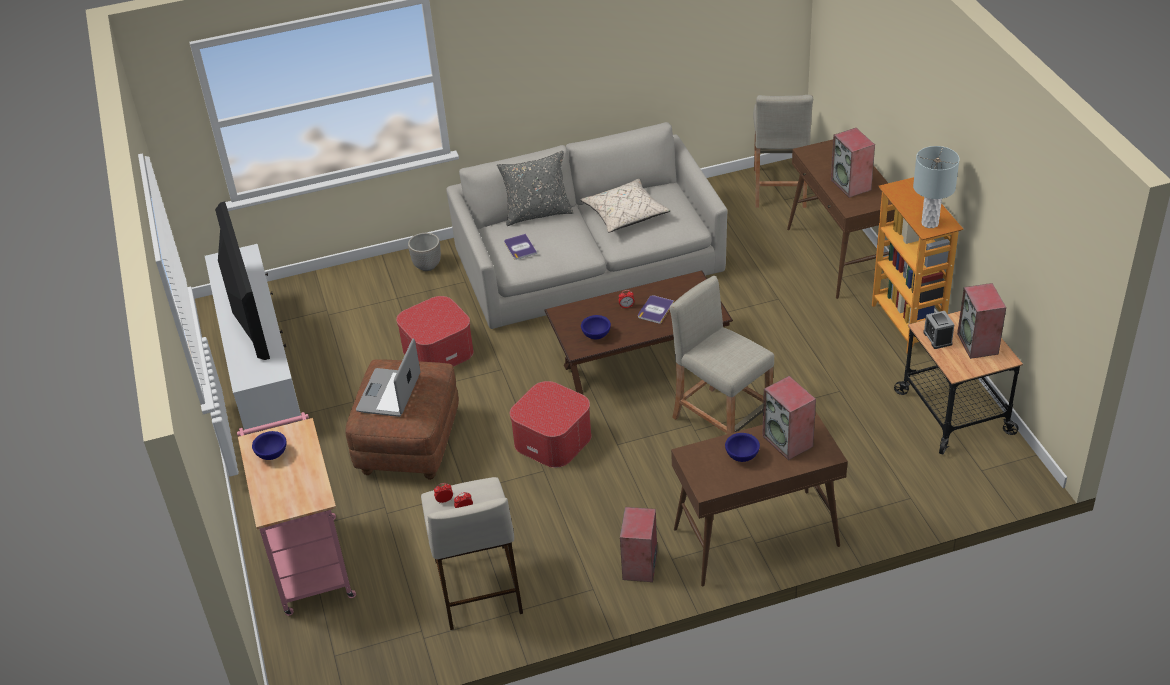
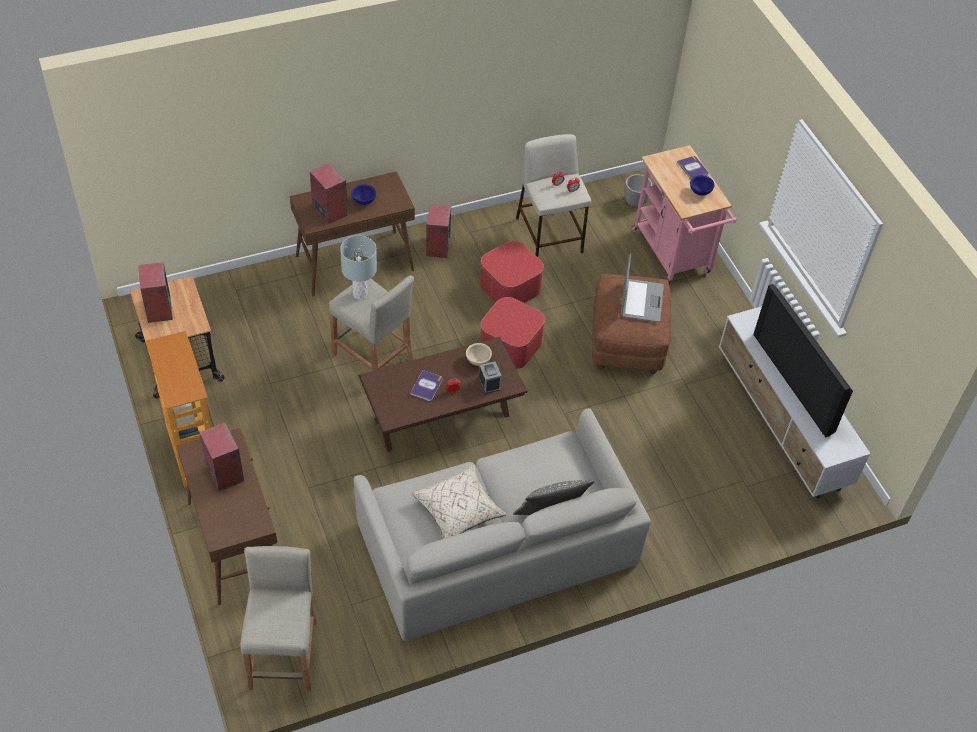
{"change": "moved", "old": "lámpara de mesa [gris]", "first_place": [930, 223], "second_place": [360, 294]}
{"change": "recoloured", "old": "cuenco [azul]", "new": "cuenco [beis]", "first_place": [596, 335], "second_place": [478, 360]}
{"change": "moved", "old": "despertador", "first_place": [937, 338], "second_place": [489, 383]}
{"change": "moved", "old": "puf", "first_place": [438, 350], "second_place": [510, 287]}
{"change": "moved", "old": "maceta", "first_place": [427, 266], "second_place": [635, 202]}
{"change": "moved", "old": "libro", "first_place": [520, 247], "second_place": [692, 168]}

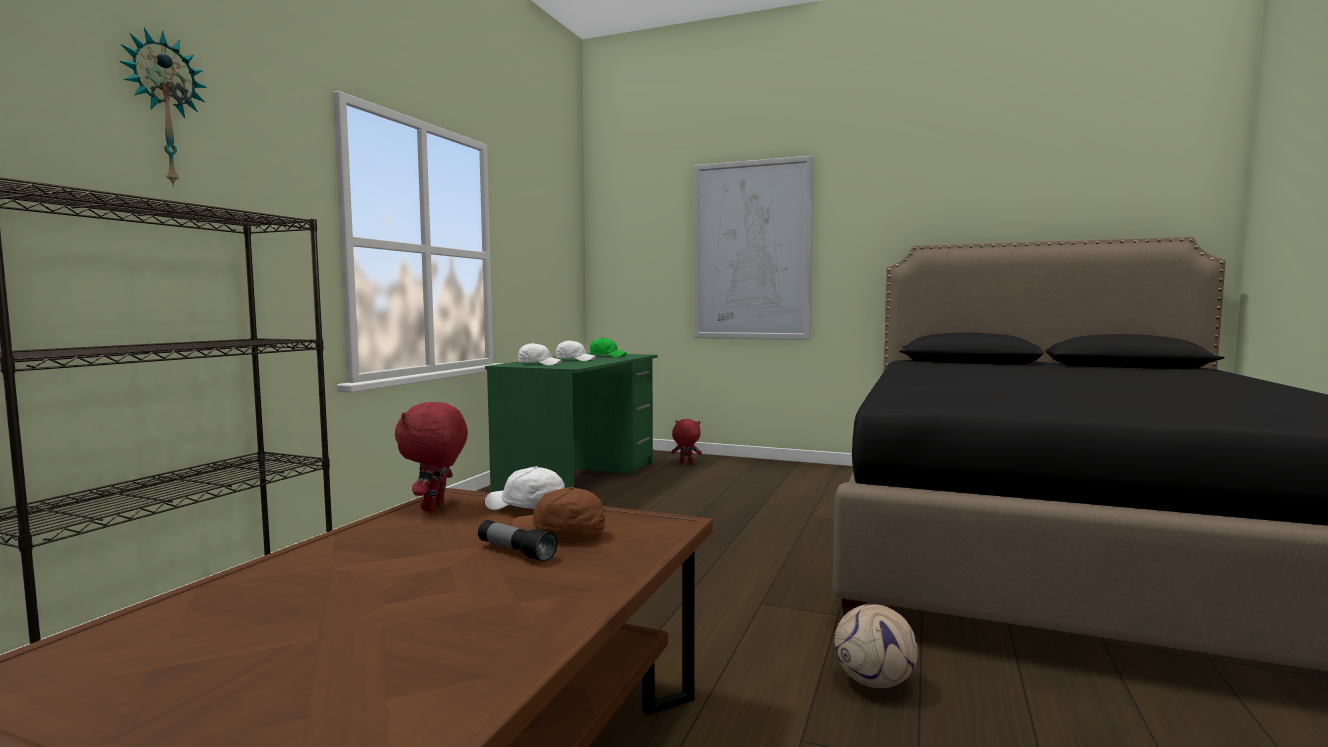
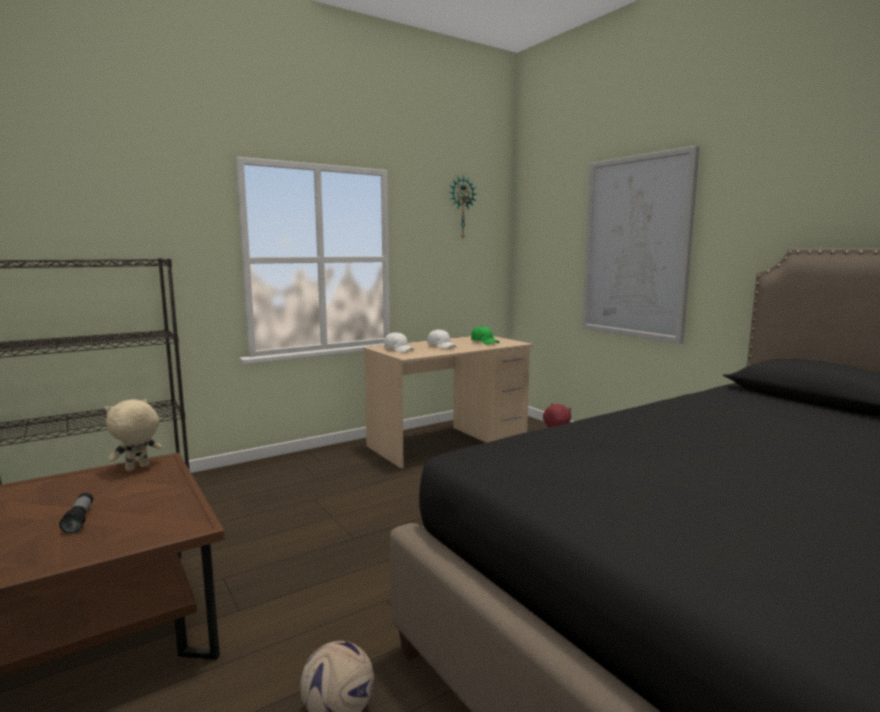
{"change": "recoloured", "old": "peluche [rojo]", "new": "peluche [beis]", "first_place": [435, 507], "second_place": [137, 468]}
{"change": "recoloured", "old": "escritorio [verde]", "new": "escritorio [beis]", "first_place": [580, 480], "second_place": [448, 442]}
{"change": "moved", "old": "reloj de pared", "first_place": [163, 110], "second_place": [461, 207]}
{"change": "removed", "old": "gorra [blanco]", "first_place": [526, 508]}
{"change": "removed", "old": "gorra [marrón]", "first_place": [560, 534]}

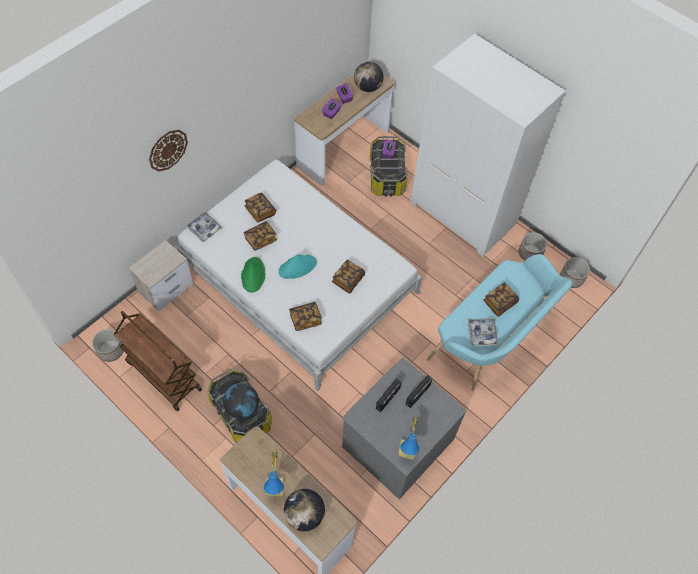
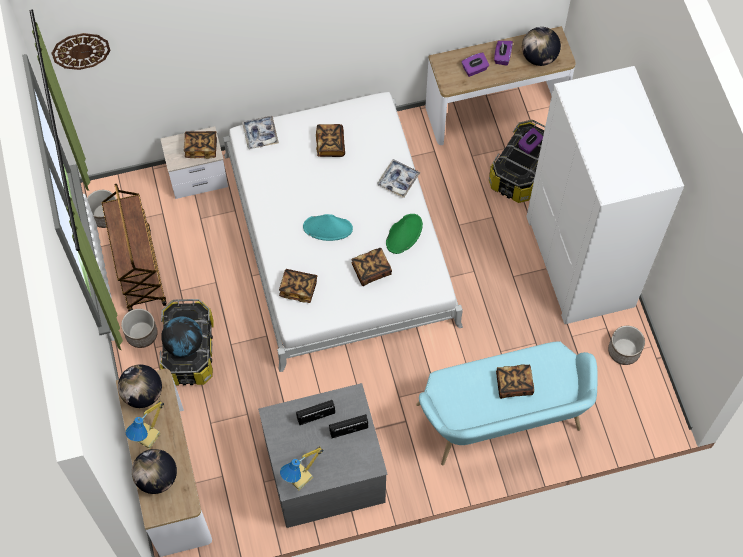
{"change": "moved", "old": "reloj de pared", "first_place": [168, 150], "second_place": [80, 50]}
{"change": "added", "new": "globo terráqueo", "second_place": [143, 394]}
{"change": "moved", "old": "maceta", "first_place": [571, 278], "second_place": [141, 334]}
{"change": "moved", "old": "libro", "first_place": [260, 239], "second_place": [201, 148]}
{"change": "moved", "old": "bandeja", "first_place": [481, 333], "second_place": [398, 180]}
{"change": "moved", "old": "sombrero [verde]", "first_place": [253, 275], "second_place": [404, 234]}

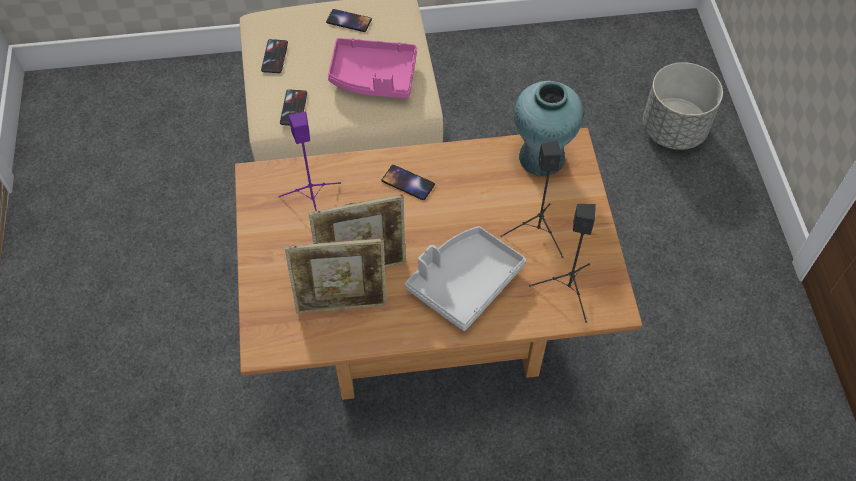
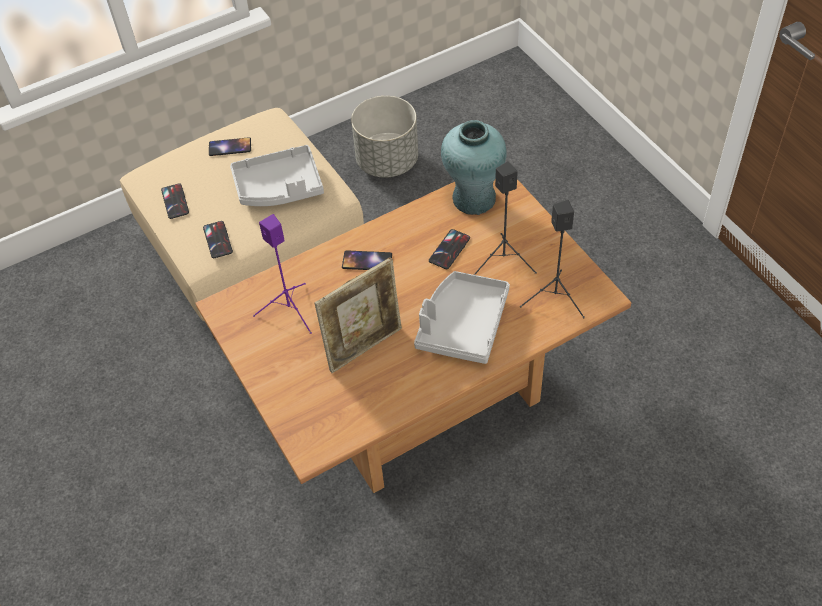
{"change": "recoloured", "old": "bandeja [rosa]", "new": "bandeja [gris]", "first_place": [373, 77], "second_place": [279, 187]}
{"change": "moved", "old": "maceta [gris]", "first_place": [674, 130], "second_place": [388, 161]}
{"change": "added", "new": "móvil", "second_place": [449, 249]}
{"change": "removed", "old": "portarretratos", "first_place": [342, 304]}

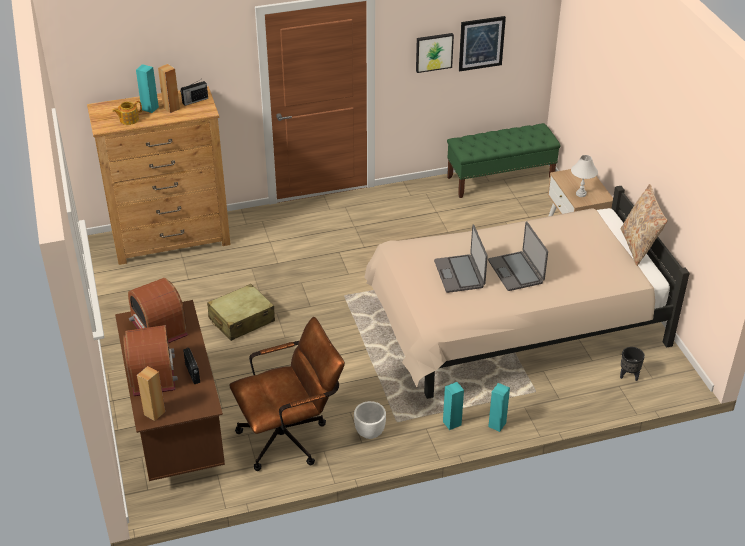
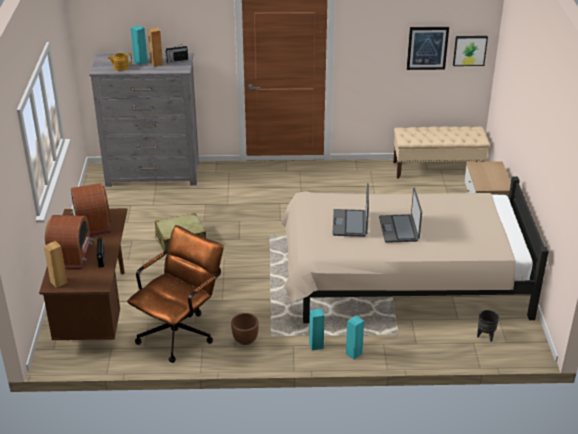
{"change": "recoloured", "old": "cómoda [marrón]", "new": "cómoda [gris]", "first_place": [171, 238], "second_place": [153, 174]}
{"change": "turned", "old": "silla de oficina [marrón]", "first_place": [290, 437], "second_place": [180, 331], "degrees": -45}
{"change": "recoloured", "old": "maceta [blanco]", "new": "maceta [marrón]", "first_place": [369, 433], "second_place": [245, 340]}
{"change": "recoloured", "old": "banco [verde]", "new": "banco [beis]", "first_place": [500, 179], "second_place": [438, 169]}
{"change": "moved", "old": "cuadro", "first_place": [434, 52], "second_place": [469, 50]}
{"change": "removed", "old": "lámpara de mesa [blanco]", "first_place": [581, 194]}
{"change": "removed", "old": "cojín [beis]", "first_place": [639, 247]}

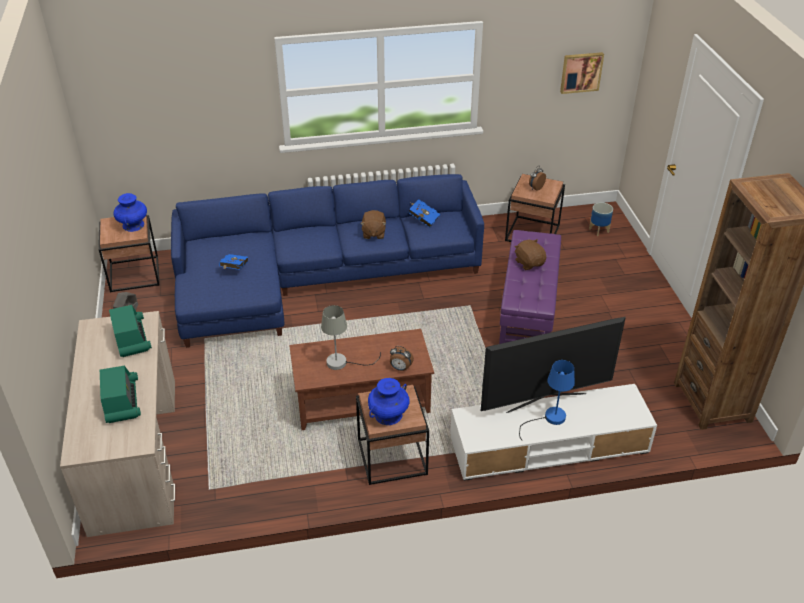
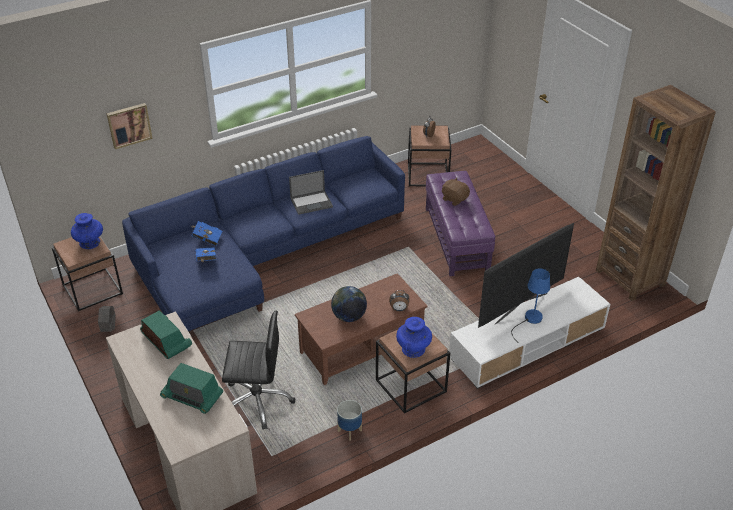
{"change": "moved", "old": "cuadro", "first_place": [581, 72], "second_place": [129, 125]}
{"change": "turned", "old": "radio", "first_place": [122, 402], "second_place": [192, 396], "degrees": 150}
{"change": "moved", "old": "libro [azul]", "first_place": [423, 219], "second_place": [206, 239]}
{"change": "added", "new": "silla de oficina [negro]", "second_place": [257, 401]}
{"change": "replaced", "old": "peluche [marrón]", "new": "portátil", "first_place": [373, 233], "second_place": [312, 202]}
{"change": "replaced", "old": "lámpara de mesa [gris]", "new": "globo terráqueo", "first_place": [343, 362], "second_place": [349, 317]}
{"change": "moved", "old": "maceta", "first_place": [598, 230], "second_place": [349, 431]}

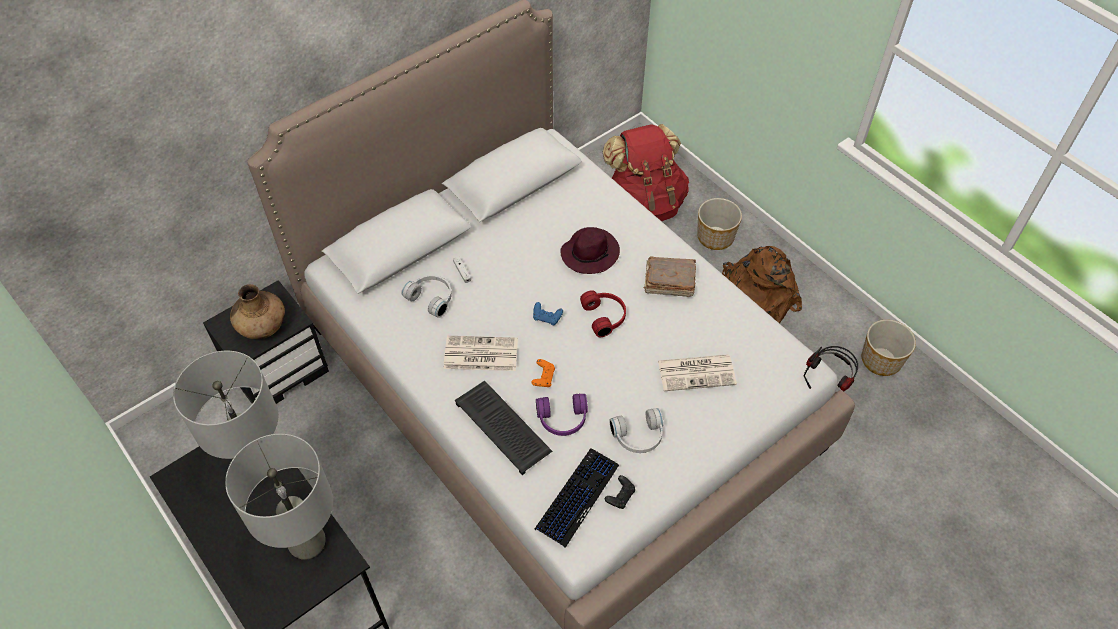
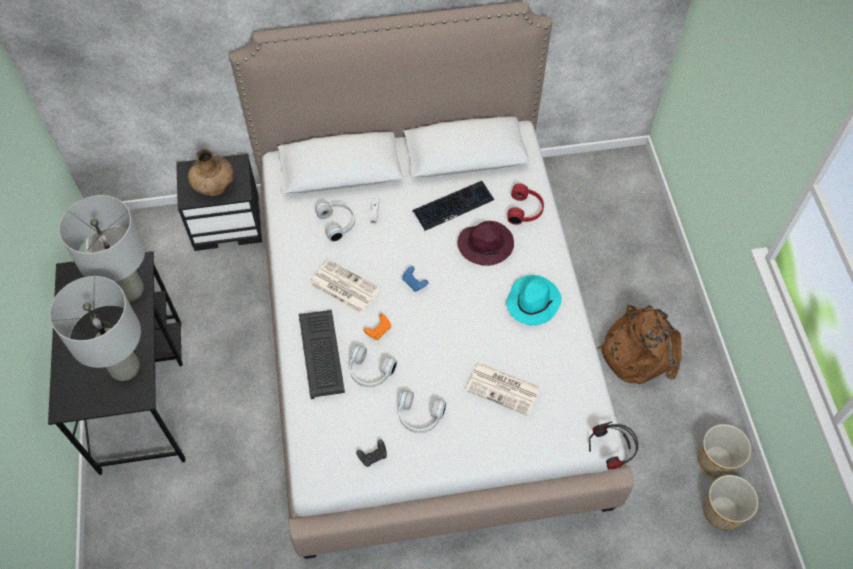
{"change": "recoloured", "old": "auriculares [morado]", "new": "auriculares [blanco]", "first_place": [562, 420], "second_place": [369, 372]}
{"change": "moved", "old": "teclado", "first_place": [577, 497], "second_place": [453, 206]}
{"change": "replaced", "old": "libro [marrón]", "new": "sombrero [turquesa]", "first_place": [668, 283], "second_place": [533, 301]}
{"change": "moved", "old": "auriculares [rojo]", "first_place": [605, 316], "second_place": [525, 210]}
{"change": "moved", "old": "maceta", "first_place": [715, 236], "second_place": [723, 510]}
{"change": "removed", "old": "mochila [rojo]", "first_place": [644, 204]}

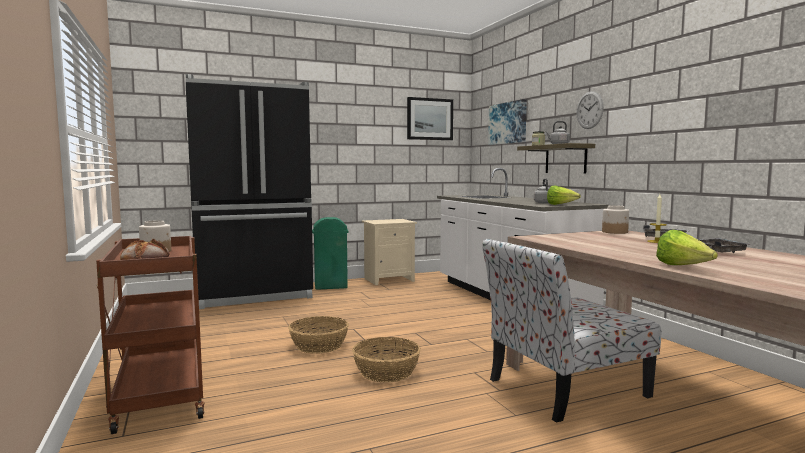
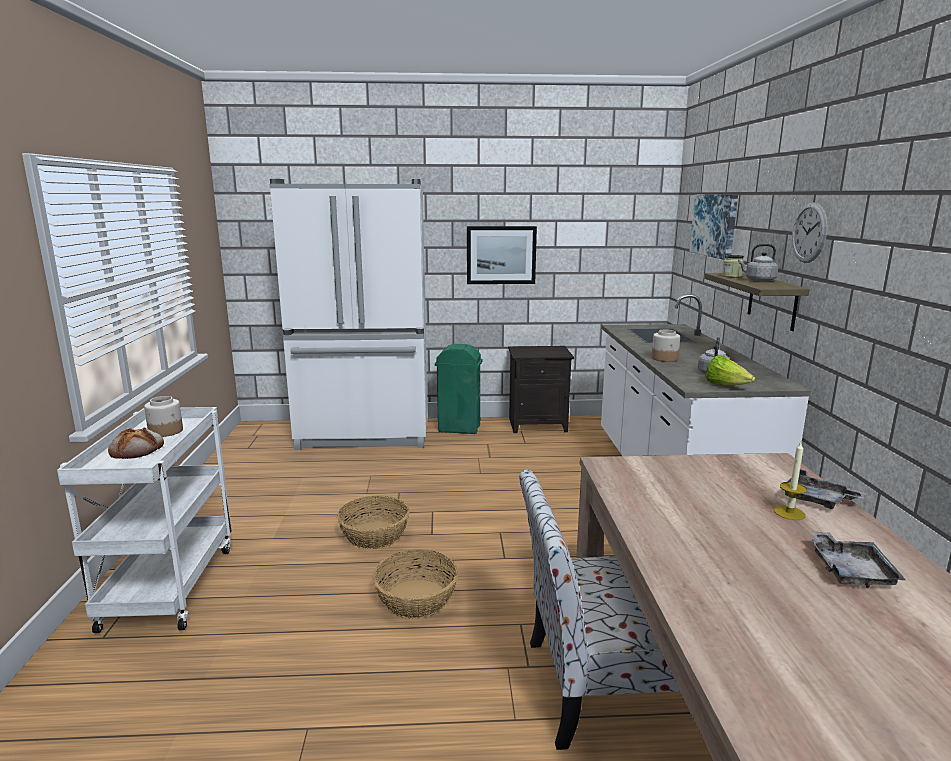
{"change": "recoloured", "old": "carrito [marrón]", "new": "carrito [blanco]", "first_place": [159, 396], "second_place": [169, 585]}
{"change": "recoloured", "old": "nevera [negro]", "new": "nevera [blanco]", "first_place": [254, 296], "second_place": [364, 435]}
{"change": "moved", "old": "cuadro", "first_place": [429, 119], "second_place": [501, 255]}
{"change": "recoloured", "old": "mesita de noche [beis]", "new": "mesita de noche [negro]", "first_place": [389, 279], "second_place": [538, 424]}
{"change": "moved", "old": "tarro", "first_place": [615, 232], "second_place": [665, 358]}
{"change": "removed", "old": "lechuga", "first_place": [682, 267]}

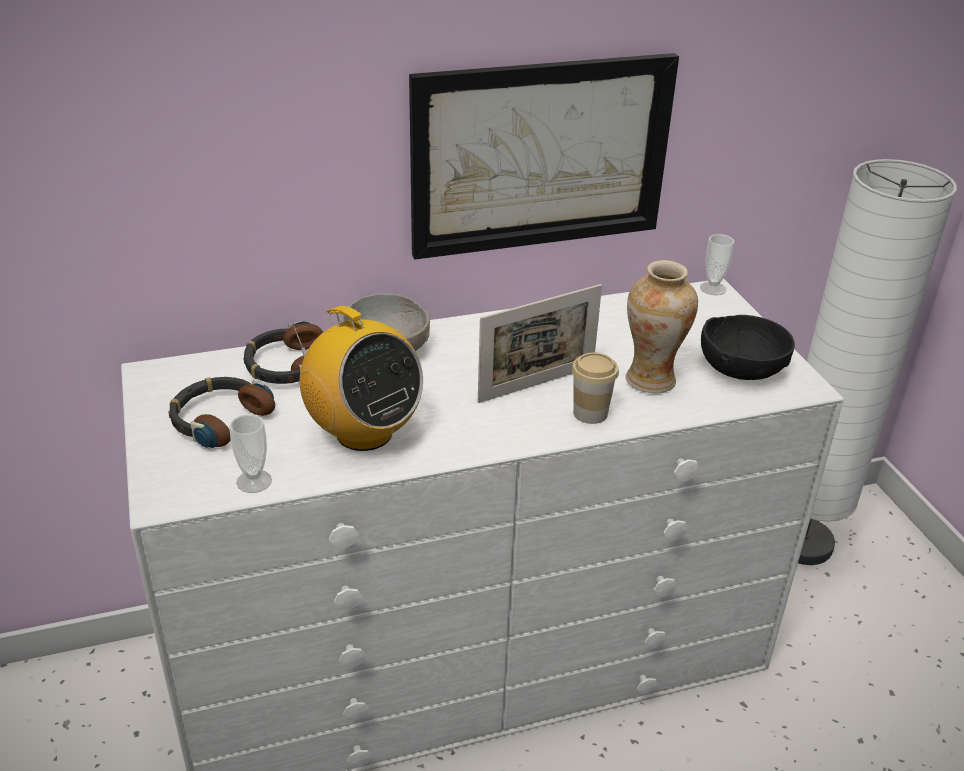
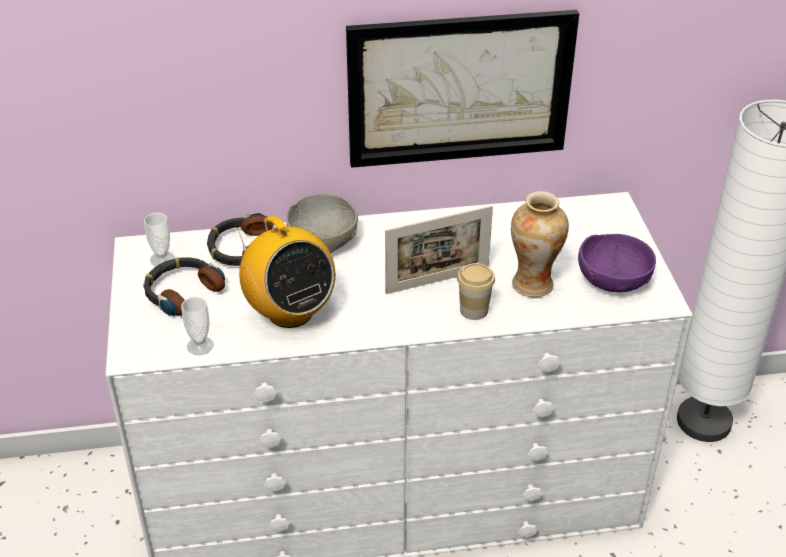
{"change": "moved", "old": "taza", "first_place": [713, 288], "second_place": [162, 259]}
{"change": "recoloured", "old": "cuenco [negro]", "new": "cuenco [morado]", "first_place": [741, 368], "second_place": [613, 279]}

